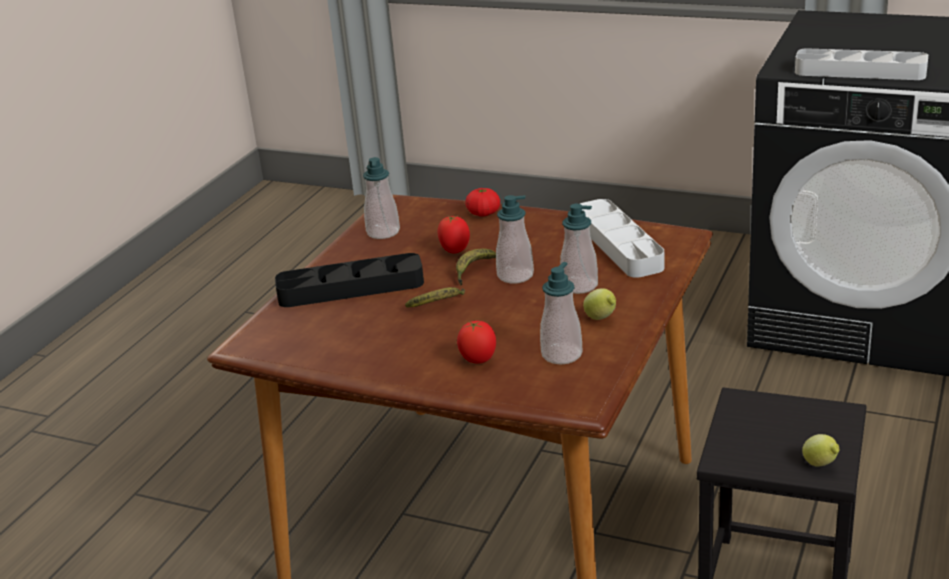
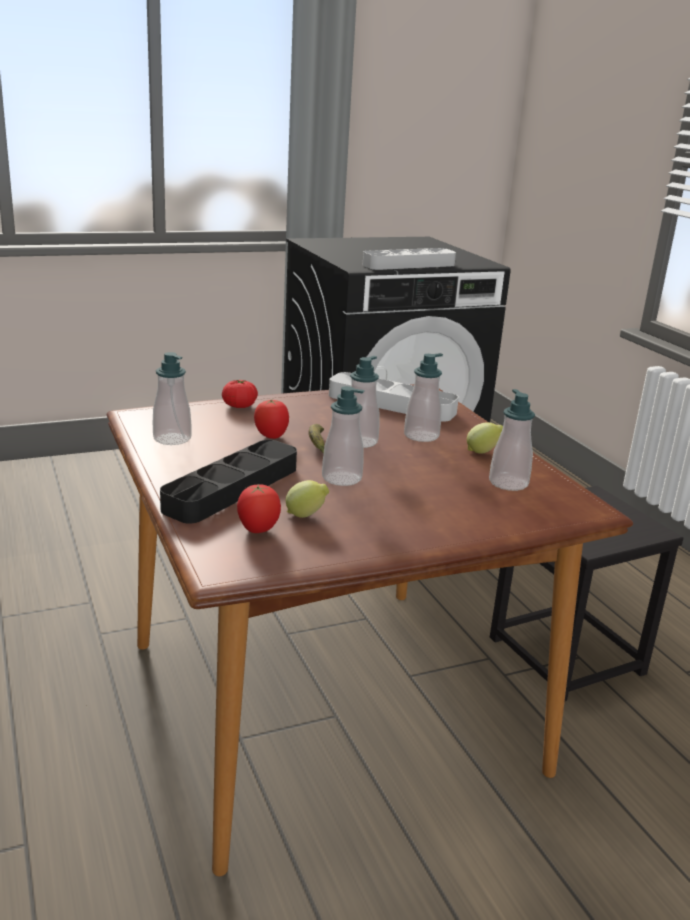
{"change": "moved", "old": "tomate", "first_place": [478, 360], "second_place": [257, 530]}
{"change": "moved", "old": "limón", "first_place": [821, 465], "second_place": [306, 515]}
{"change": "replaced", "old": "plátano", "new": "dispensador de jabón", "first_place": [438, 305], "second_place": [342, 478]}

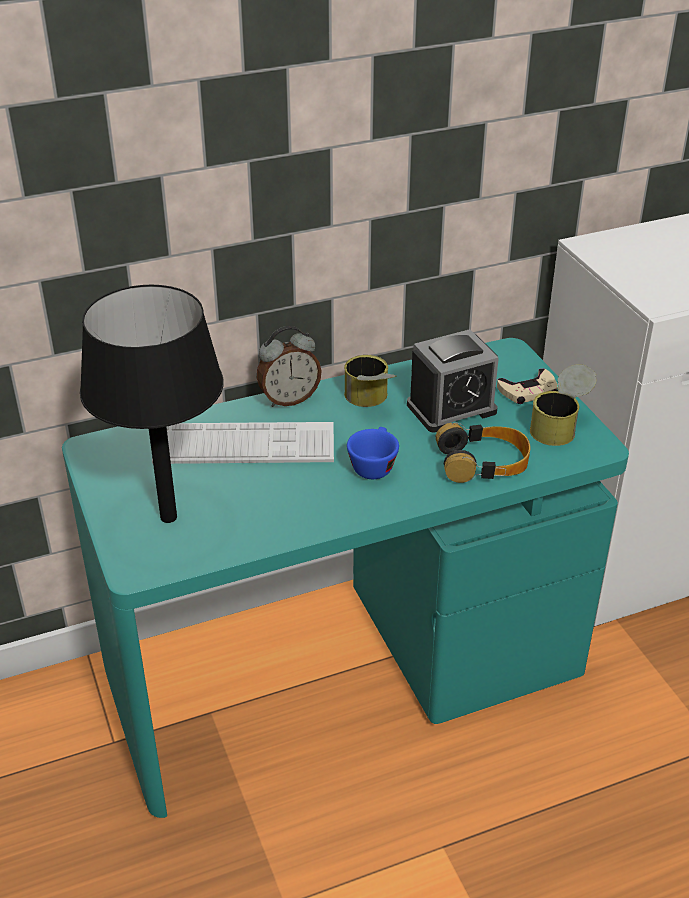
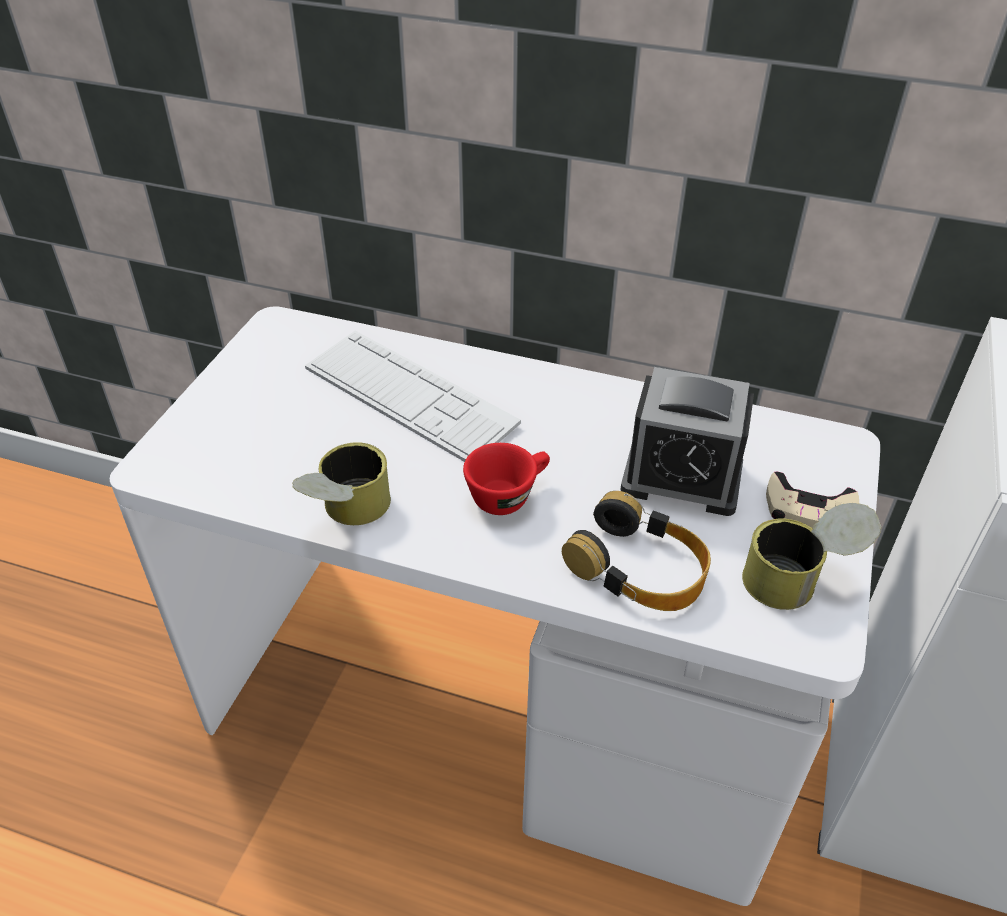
{"change": "recoloured", "old": "escritorio [turquesa]", "new": "escritorio [blanco]", "first_place": [344, 668], "second_place": [503, 705]}
{"change": "moved", "old": "lata", "first_place": [369, 402], "second_place": [346, 515]}
{"change": "recoloured", "old": "taza [azul]", "new": "taza [rojo]", "first_place": [373, 465], "second_place": [508, 495]}
{"change": "removed", "old": "lámpara de mesa [negro]", "first_place": [169, 517]}
{"change": "removed", "old": "despertador", "first_place": [289, 399]}

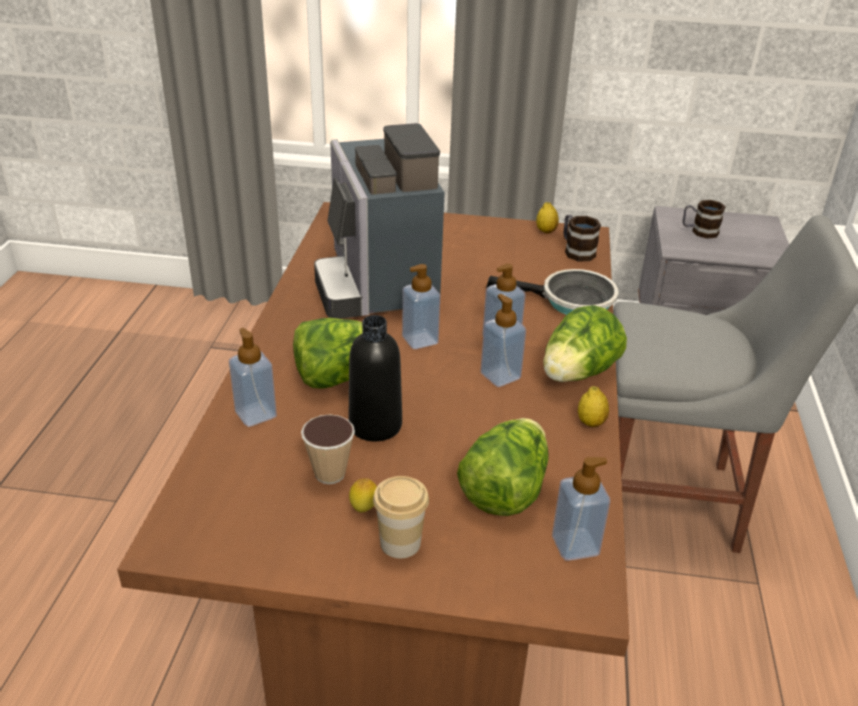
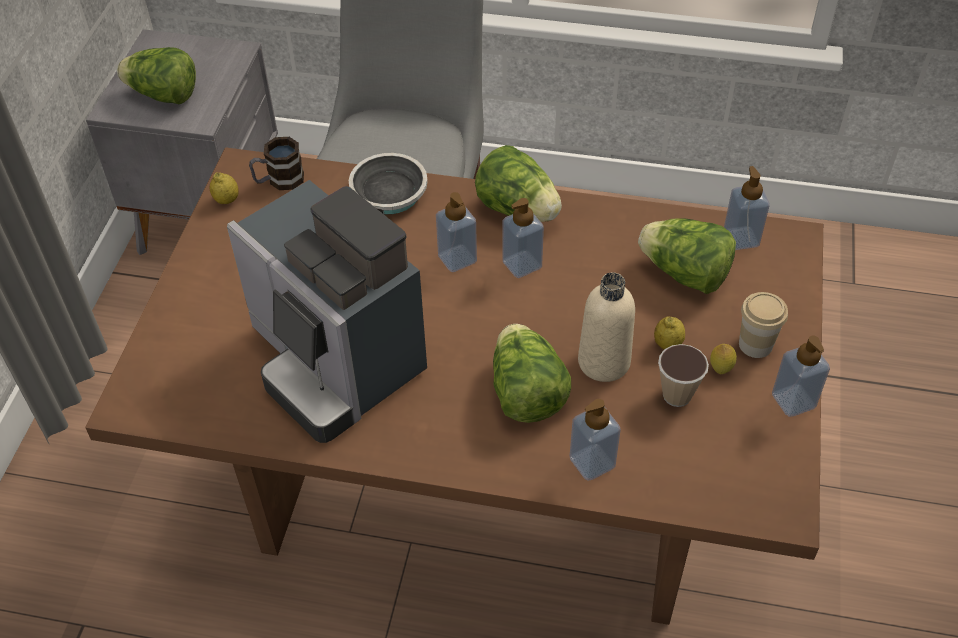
{"change": "replaced", "old": "taza grande", "new": "lechuga", "first_place": [699, 231], "second_place": [164, 95]}
{"change": "turned", "old": "cafetera", "first_place": [376, 284], "second_place": [335, 362], "degrees": 60}
{"change": "recoloured", "old": "botella [negro]", "new": "botella [beis]", "first_place": [375, 425], "second_place": [604, 362]}
{"change": "moved", "old": "limón", "first_place": [591, 423], "second_place": [667, 344]}
{"change": "moved", "old": "dispensador de jabón", "first_place": [420, 340], "second_place": [793, 401]}

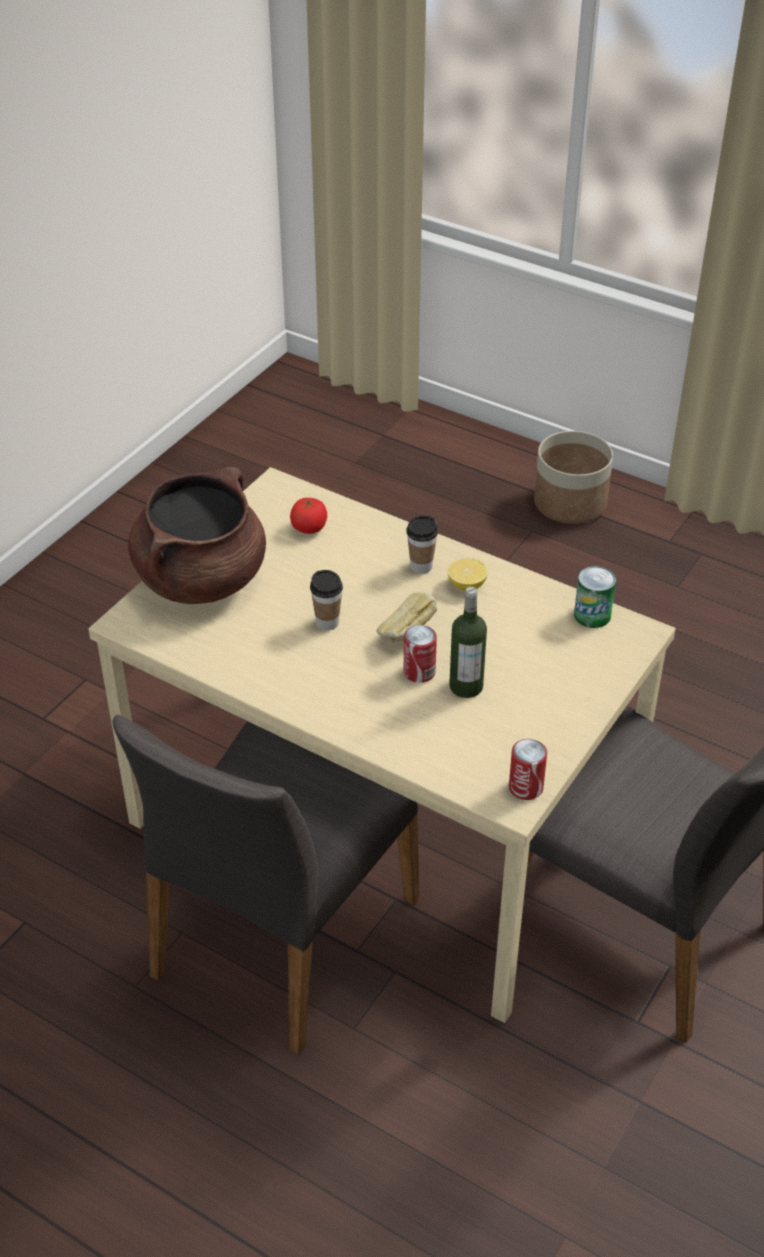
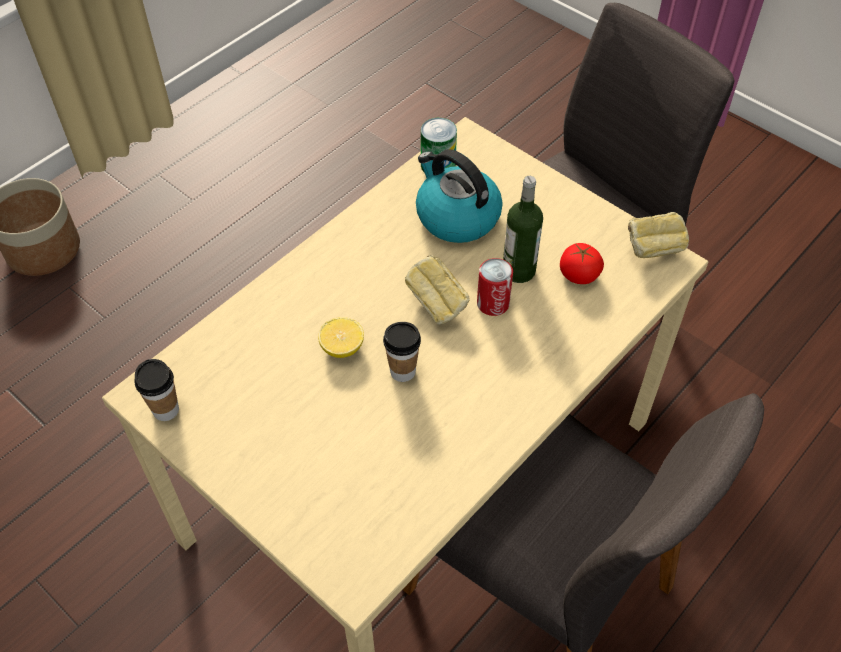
{"change": "moved", "old": "taza", "first_place": [421, 566], "second_place": [166, 410]}
{"change": "moved", "old": "limón", "first_place": [466, 585], "second_place": [342, 348]}
{"change": "added", "new": "hervidor", "second_place": [456, 216]}
{"change": "moved", "old": "tomate", "first_place": [309, 528], "second_place": [579, 275]}
{"change": "replaced", "old": "lata", "new": "pan", "first_place": [525, 787], "second_place": [652, 250]}
{"change": "removed", "old": "olla [marrón]", "first_place": [201, 579]}

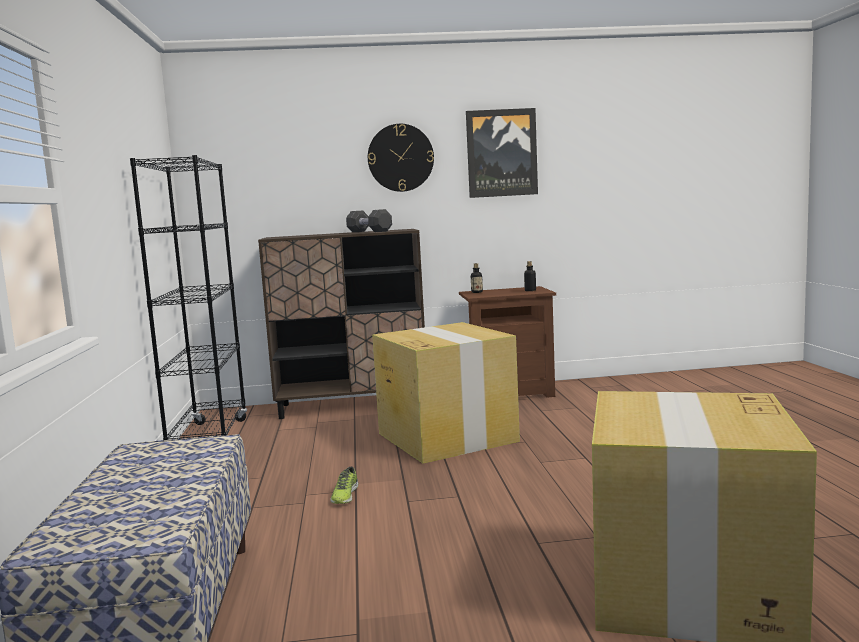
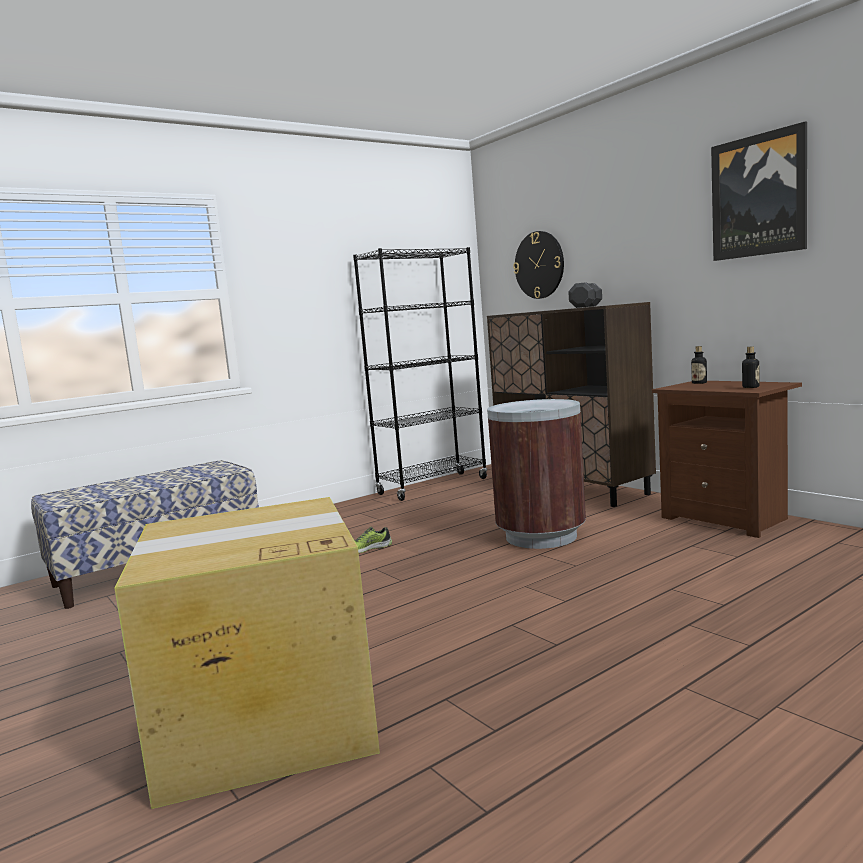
{"change": "replaced", "old": "caja de cartón", "new": "papelera [marrón]", "first_place": [446, 437], "second_place": [541, 536]}
{"change": "moved", "old": "reloj de pared", "first_place": [400, 158], "second_place": [539, 265]}

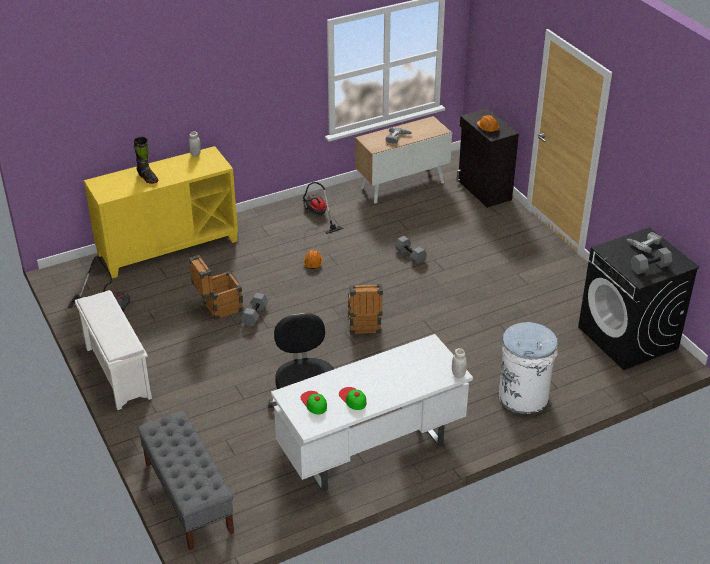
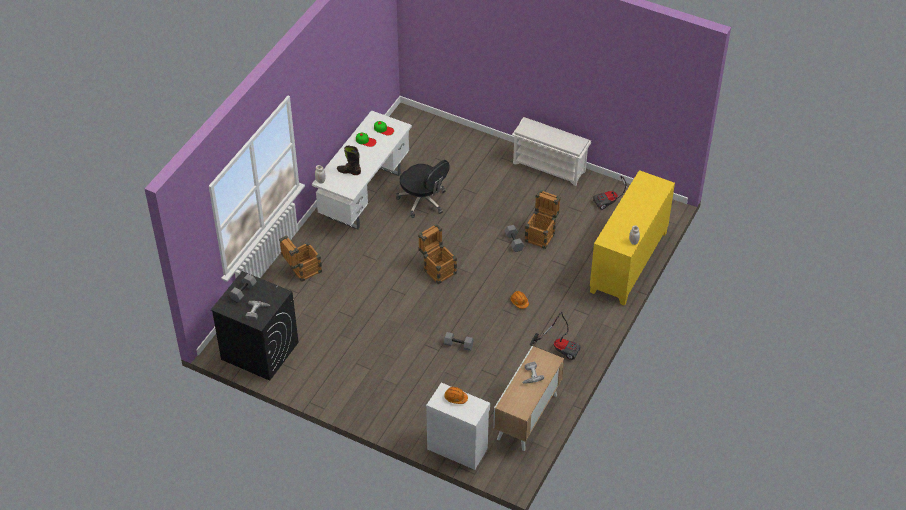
{"change": "replaced", "old": "papelera [blanco]", "new": "caja de embalaje", "first_place": [523, 396], "second_place": [302, 271]}
{"change": "moved", "old": "bota [negro]", "first_place": [147, 178], "second_place": [349, 171]}
{"change": "recoloured", "old": "armario [negro]", "new": "armario [blanco]", "first_place": [484, 190], "second_place": [457, 448]}
{"change": "removed", "old": "banco [gris]", "first_place": [188, 497]}

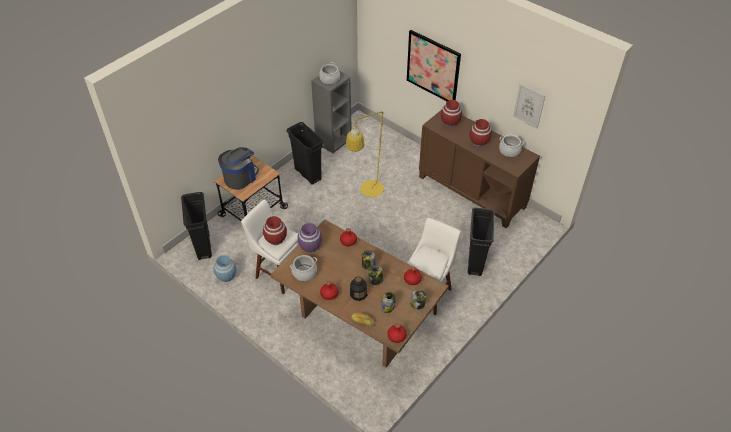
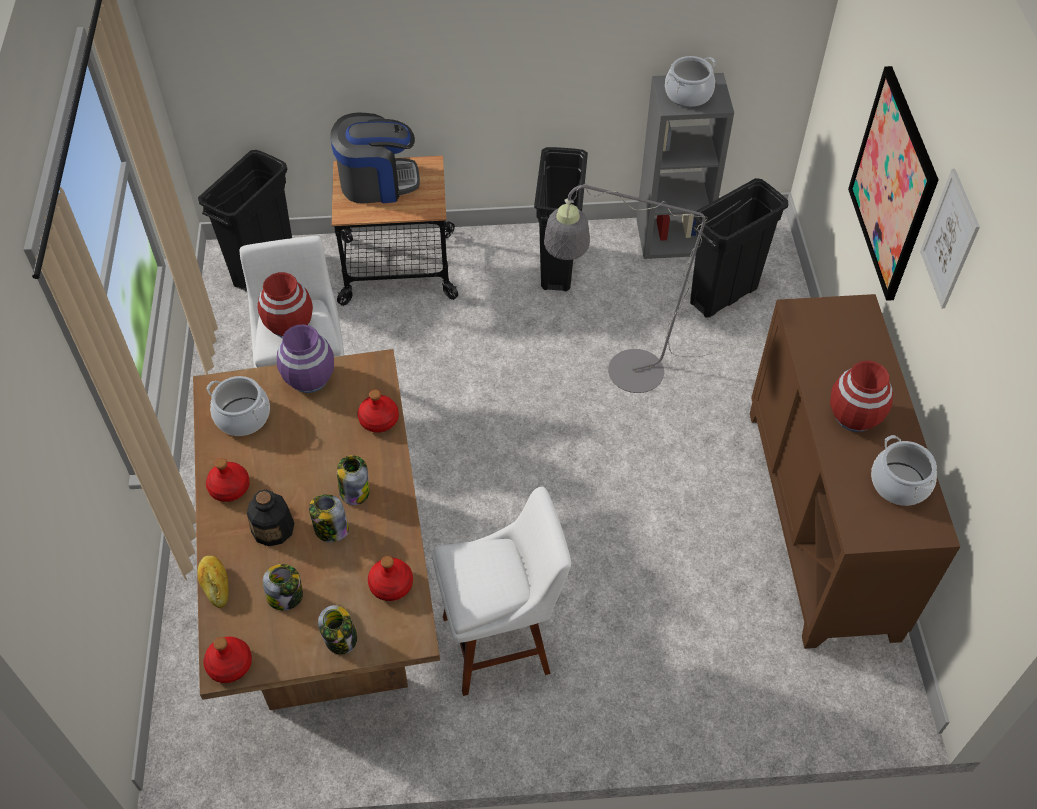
{"change": "recoloured", "old": "lámpara de pie [amarillo]", "new": "lámpara de pie [gris]", "first_place": [369, 192], "second_place": [621, 374]}
{"change": "moved", "old": "papelera [negro]", "first_place": [475, 262], "second_place": [723, 296]}
{"change": "moved", "old": "cuadro", "first_place": [529, 105], "second_place": [950, 239]}
{"change": "removed", "old": "florero [azul]", "first_place": [226, 276]}
{"change": "removed", "old": "florero [rojo]", "first_place": [450, 122]}

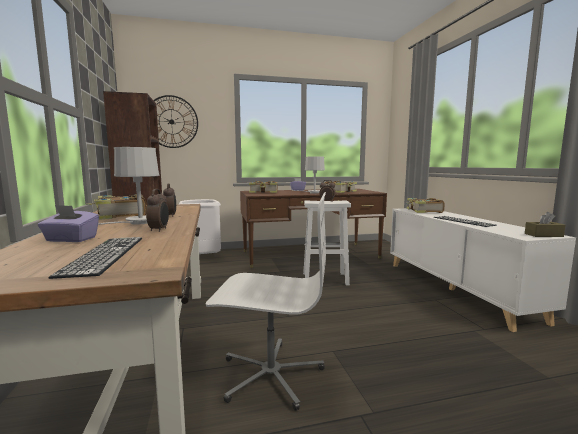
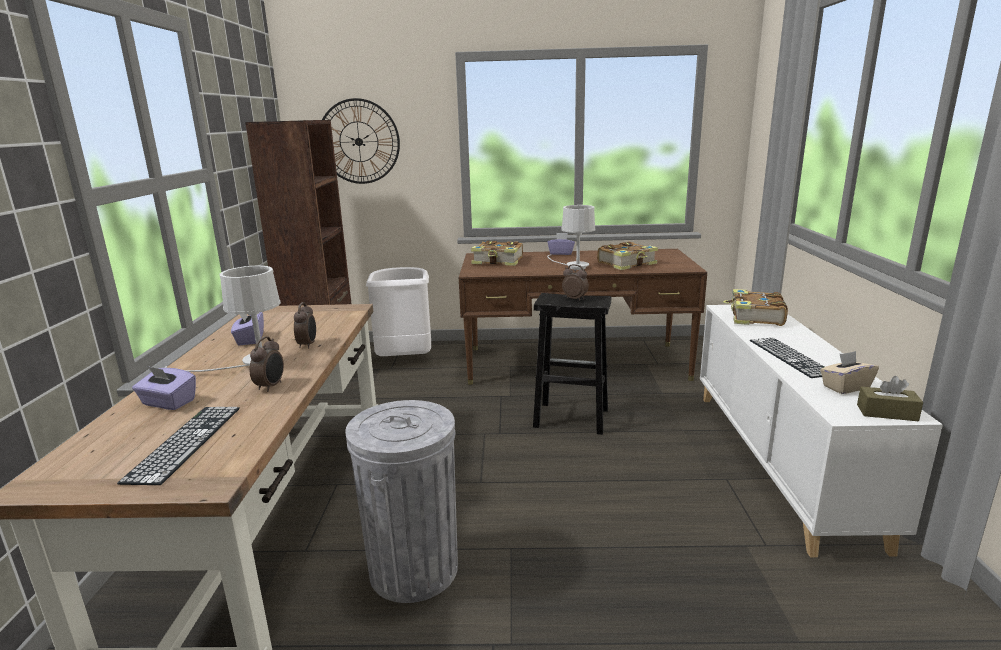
{"change": "replaced", "old": "libro", "new": "caja de pañuelos [morado]", "first_place": [120, 215], "second_place": [250, 339]}
{"change": "replaced", "old": "silla de oficina [blanco]", "new": "papelera [gris]", "first_place": [270, 374], "second_place": [414, 569]}
{"change": "recoloured", "old": "taburete [blanco]", "new": "taburete [negro]", "first_place": [324, 279], "second_place": [570, 418]}
{"change": "added", "new": "caja de pañuelos [beis]", "second_place": [845, 387]}

